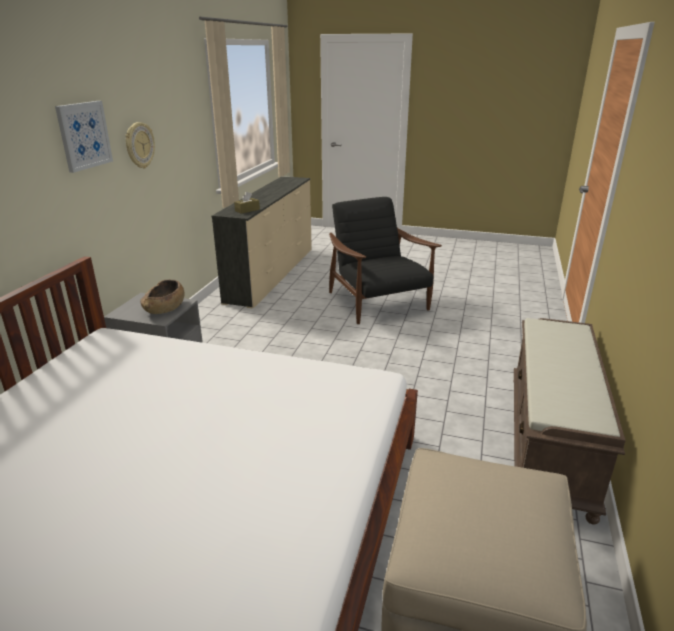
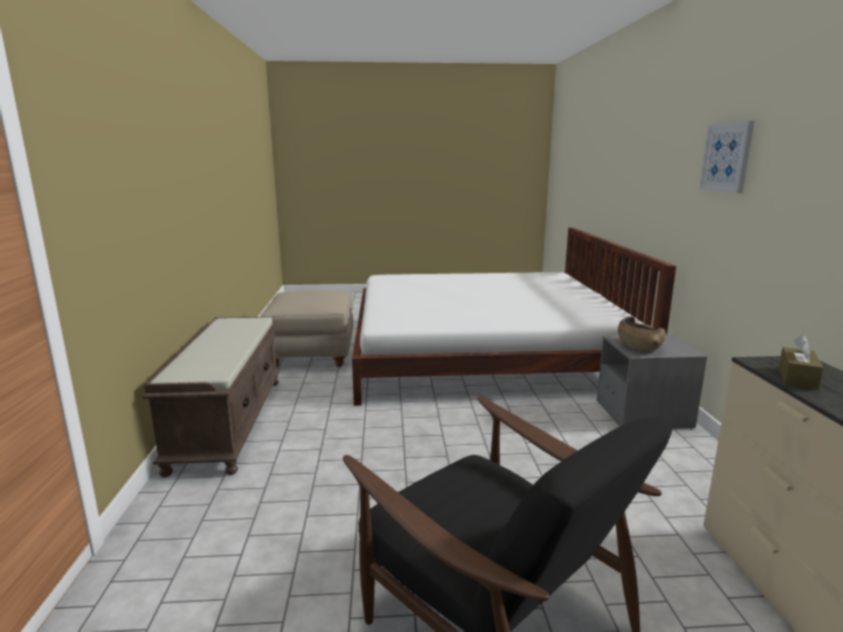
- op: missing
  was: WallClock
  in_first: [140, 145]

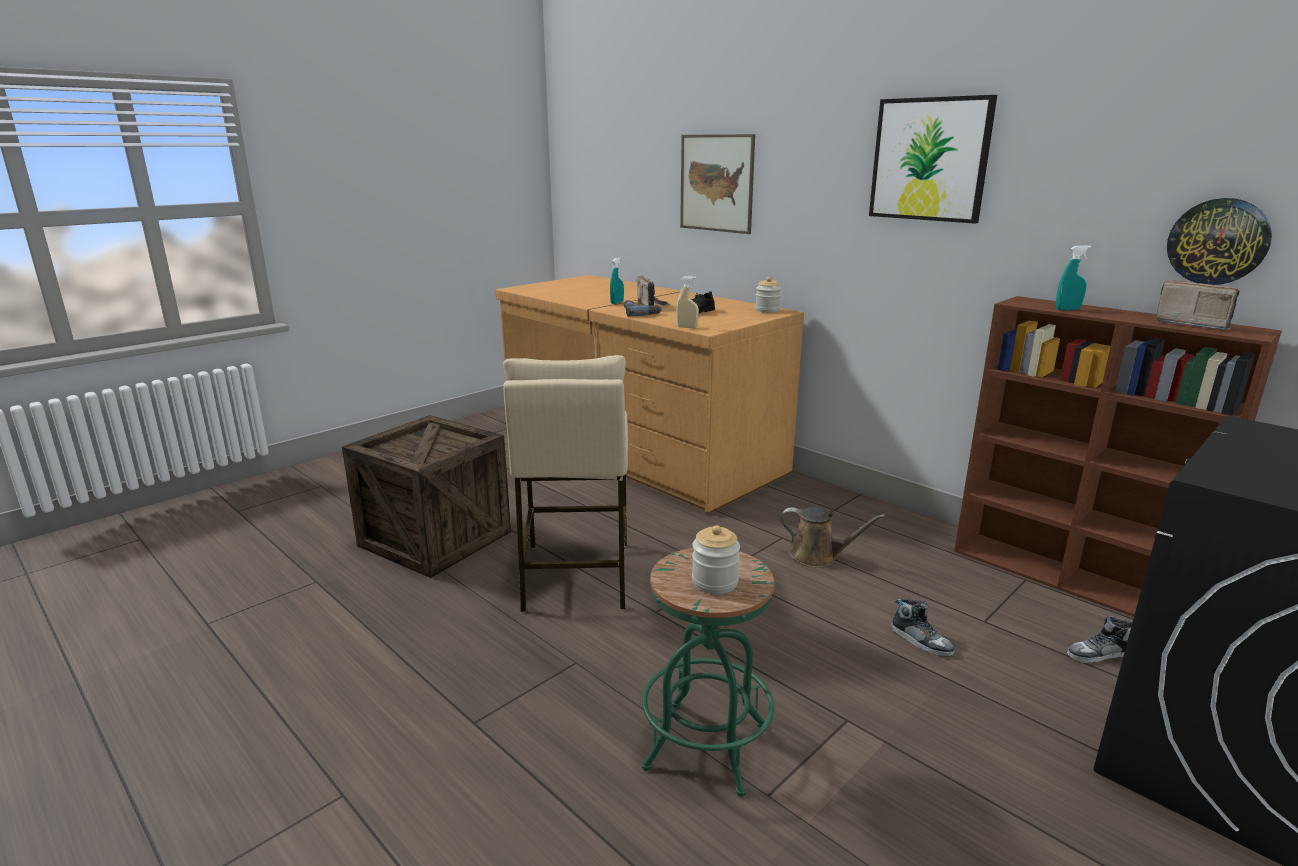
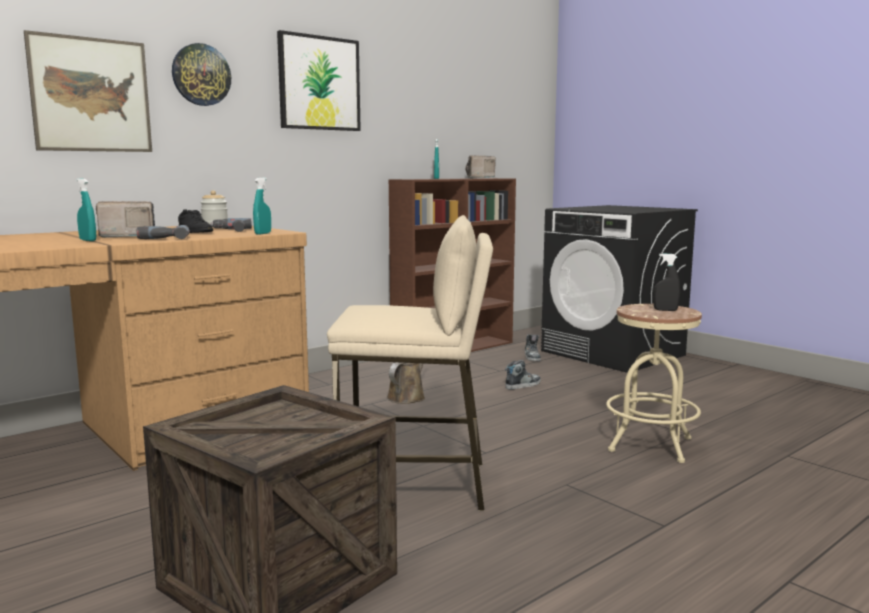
- op: colour
  was: GreenishSittingStool
  now: SandColouredSittingStool
  in_first: [708, 672]
  in_second: [654, 383]
- op: colour
  was: SandColouredSprayer
  now: TurquoiseColouredSprayer
  in_first: [687, 302]
  in_second: [262, 206]
- op: exchanged
  was: PreserveJar
  now: BlackishSprayer
  in_first: [716, 559]
  in_second: [667, 282]
- op: relocated
  was: WallClock
  in_first: [1219, 241]
  in_second: [201, 74]
- op: appeared
  now: Drill
  in_second: [231, 225]

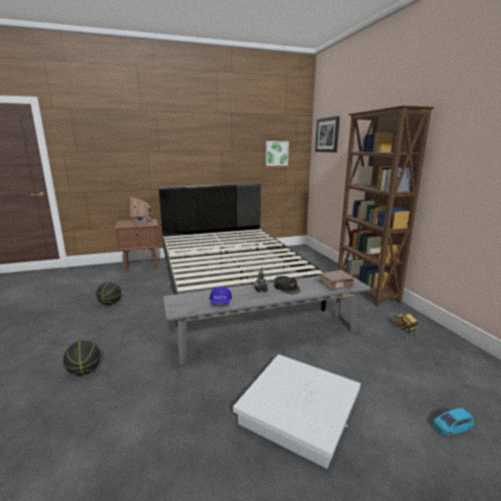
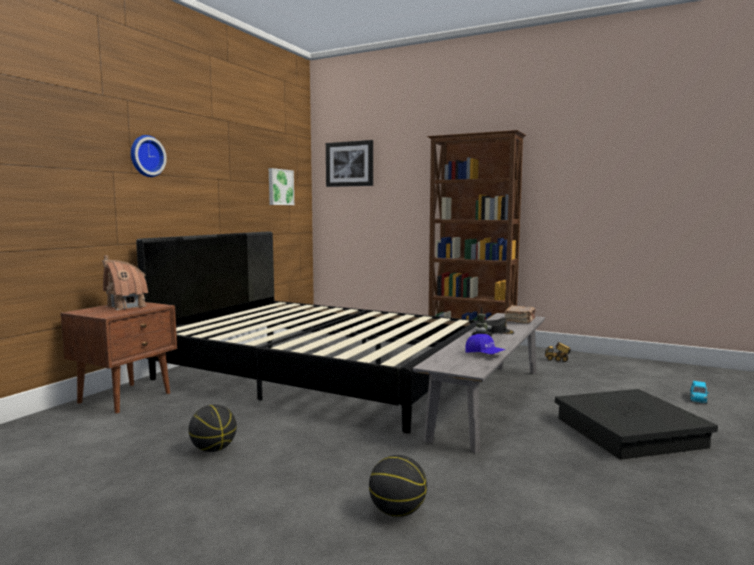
- op: colour
  was: WhiteColouredStorageBox
  now: BlackishStorageBox
  in_first: [297, 411]
  in_second: [636, 424]
- op: appeared
  now: WallClock
  in_second: [149, 156]

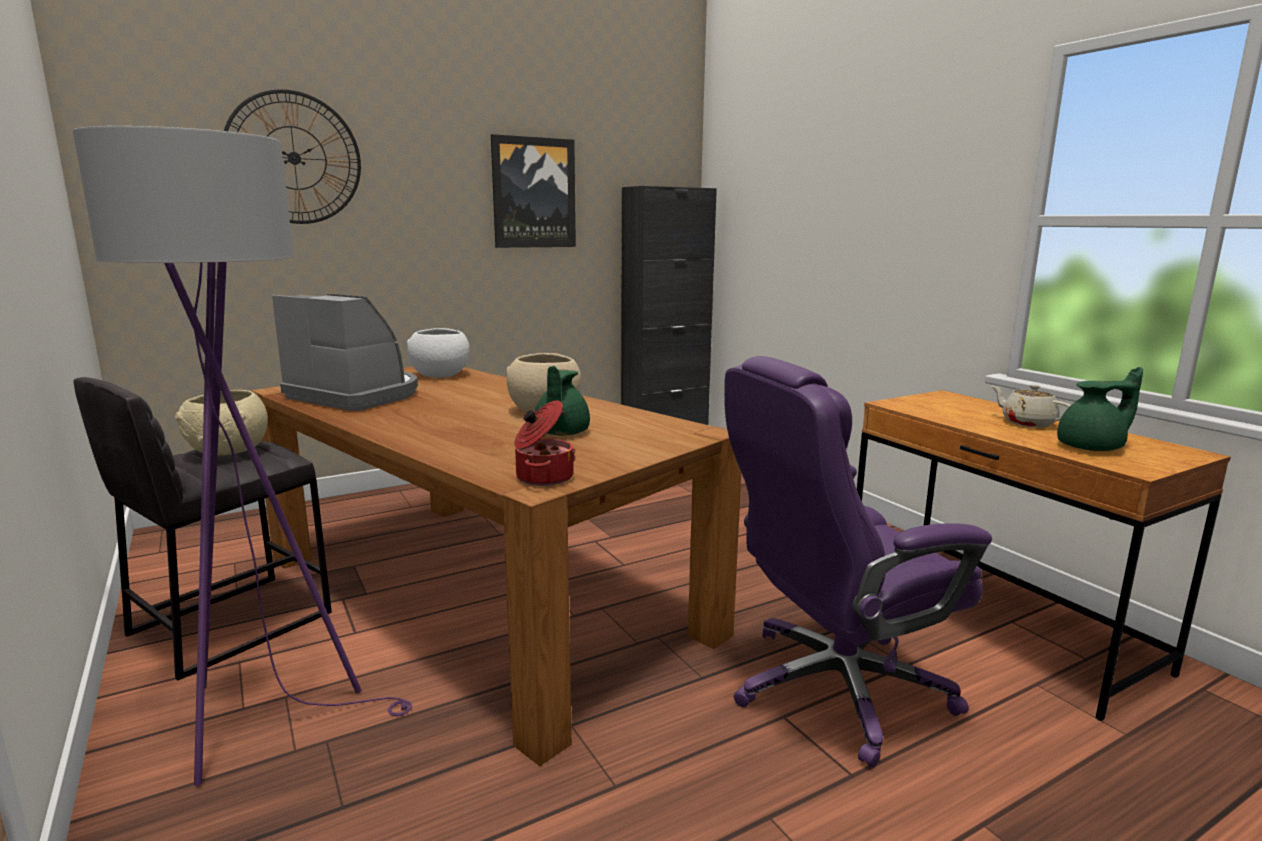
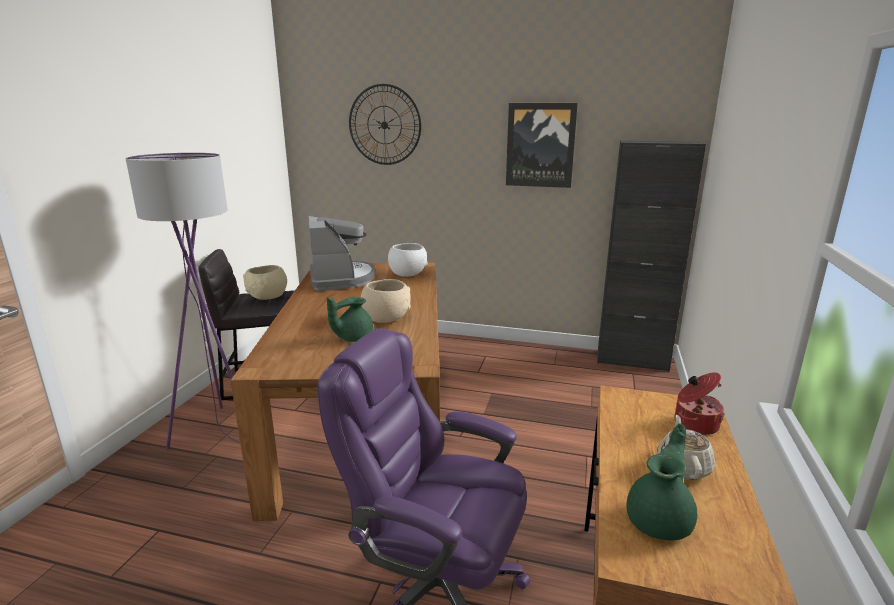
- op: relocated
  was: Stockpot
  in_first: [545, 443]
  in_second: [699, 403]
- op: spun
  was: GreenishPotForTea
  in_first: [1100, 409]
  in_second: [661, 481]
  clockwise: -90

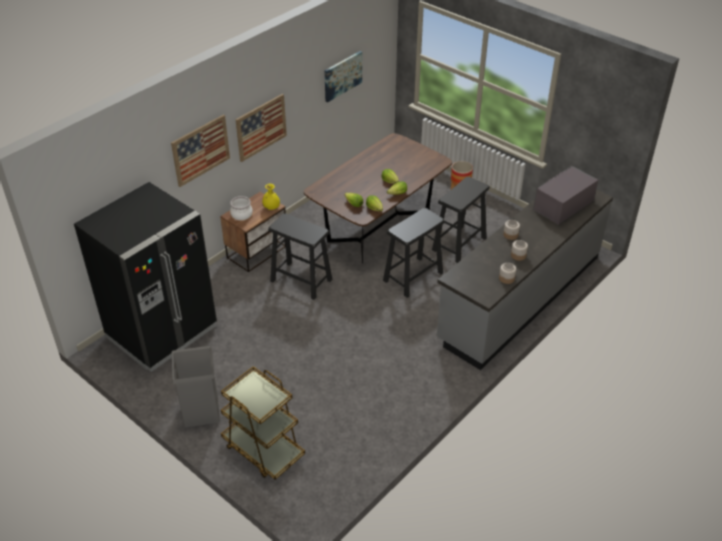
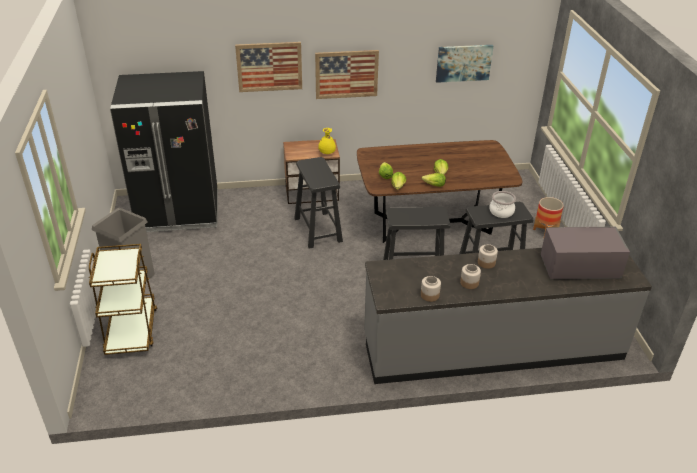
- op: relocated
  was: Stockpot
  in_first: [241, 208]
  in_second: [502, 204]

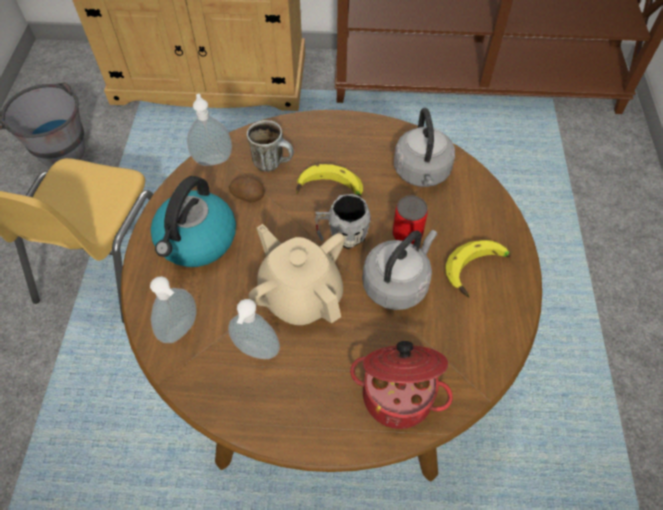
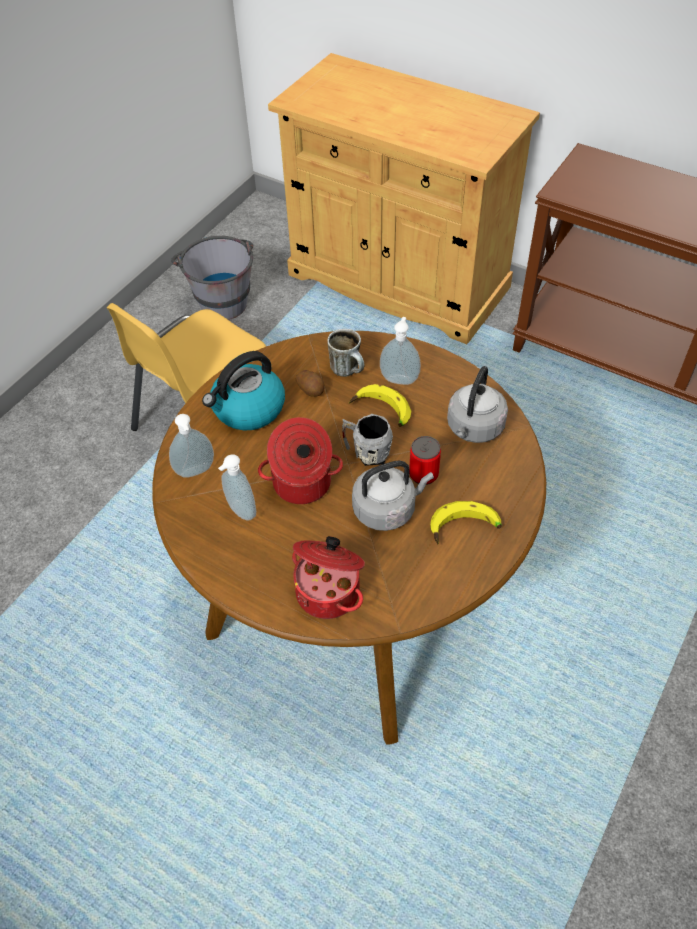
- op: relocated
  was: SoapDispenser
  in_first: [209, 130]
  in_second: [400, 351]
- op: exchanged
  was: SandColouredPotForTea
  now: Stockpot
  in_first: [297, 274]
  in_second: [300, 460]

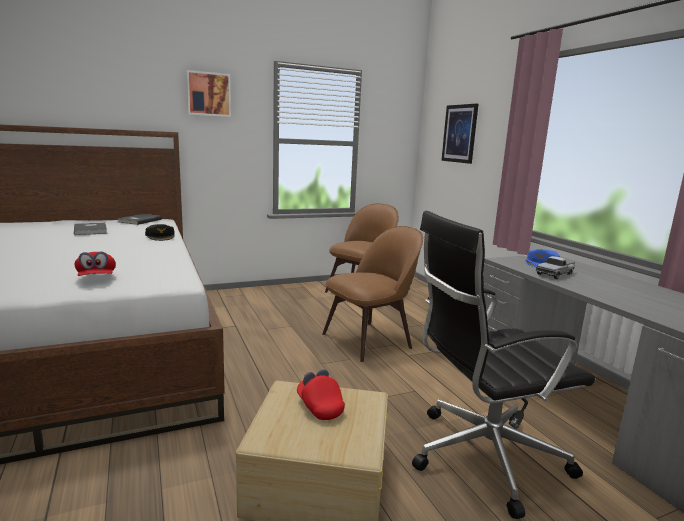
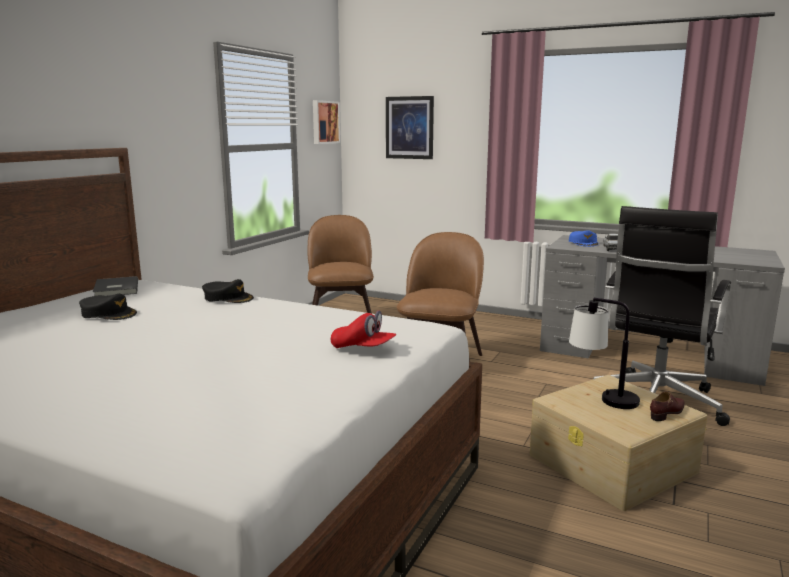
- op: exchanged
  was: GrayVolume
  now: BlackishPeakedCap
  in_first: [90, 228]
  in_second: [108, 307]
- op: relocated
  was: Picture
  in_first: [208, 93]
  in_second: [326, 122]
- op: exchanged
  was: RedPeakedCap
  now: LampForATable
  in_first: [321, 394]
  in_second: [604, 353]
- op: appeared
  now: BrownShoe
  in_second: [667, 406]

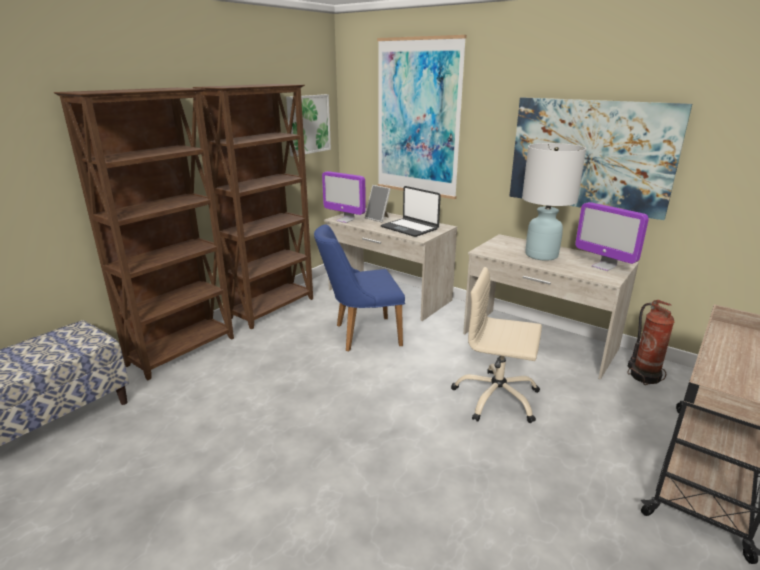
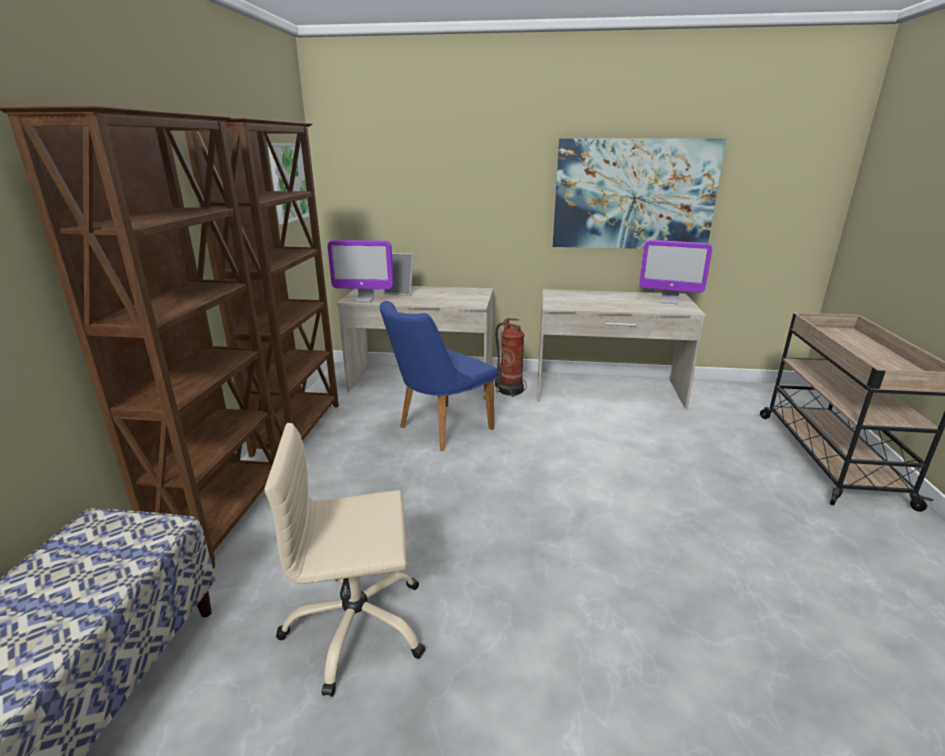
- op: missing
  was: Picture
  in_first: [422, 117]
- op: missing
  was: NotebookComputer
  in_first: [411, 211]
- op: relocated
  was: SandColouredComputerChair
  in_first: [496, 345]
  in_second: [345, 560]
- op: missing
  was: WhiteColouredLampForATable
  in_first: [554, 202]
- op: relocated
  was: FireExtinguisher
  in_first: [651, 342]
  in_second: [511, 357]

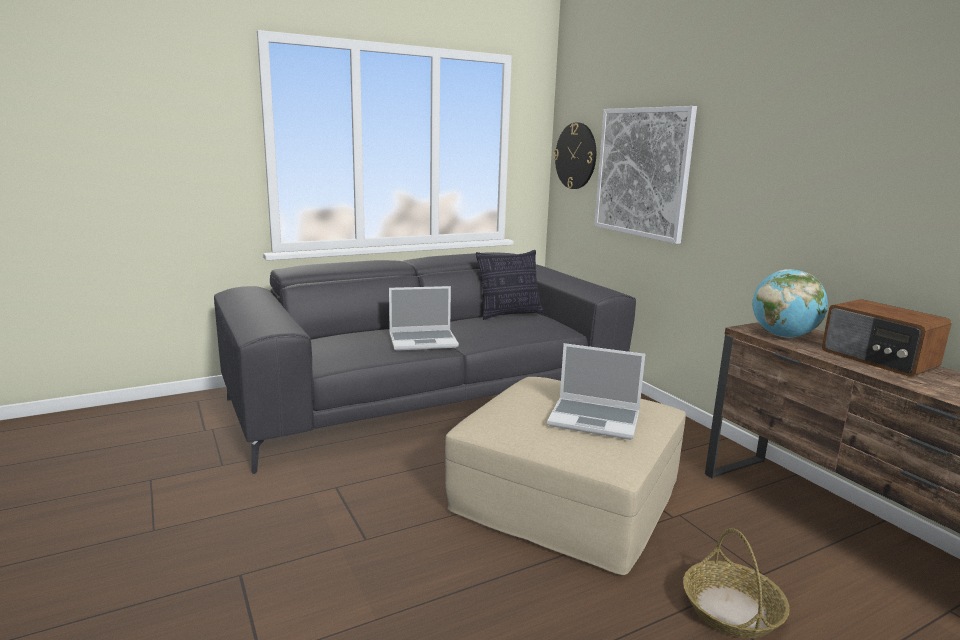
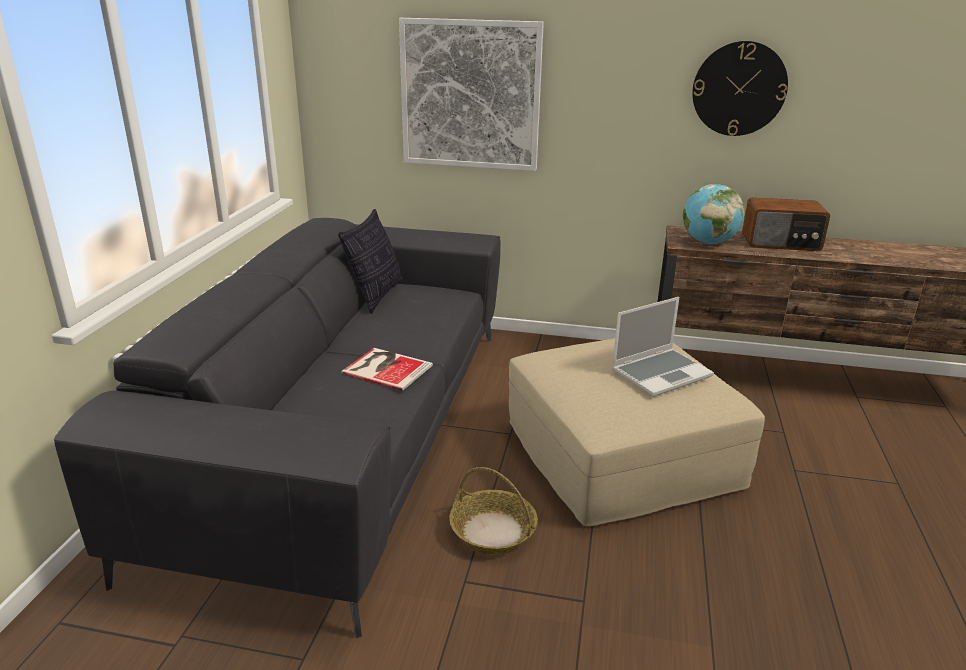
- op: exchanged
  was: NotebookComputer
  now: Volume
  in_first: [424, 318]
  in_second: [387, 369]
- op: relocated
  was: WallClock
  in_first: [575, 155]
  in_second: [740, 88]
- op: relocated
  was: StorageBasket
  in_first: [736, 583]
  in_second: [493, 511]

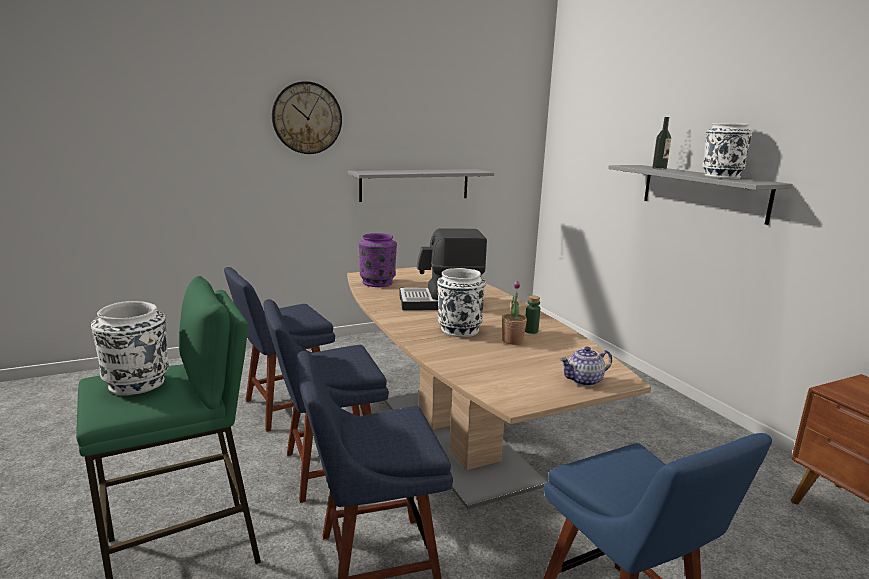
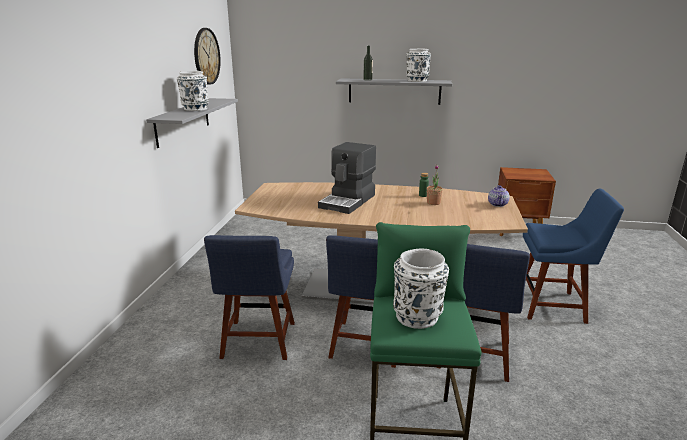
- op: relocated
  was: WallClock
  in_first: [307, 117]
  in_second: [207, 56]
- op: missing
  was: PurpleColouredVase
  in_first: [378, 260]
- op: relocated
  was: WhiteColouredVase
  in_first: [461, 302]
  in_second: [193, 91]

